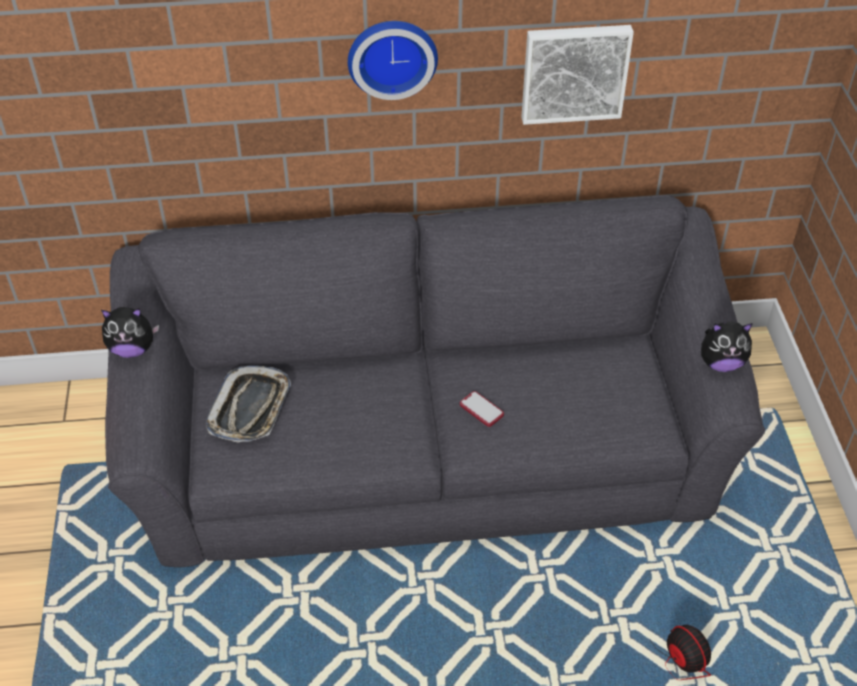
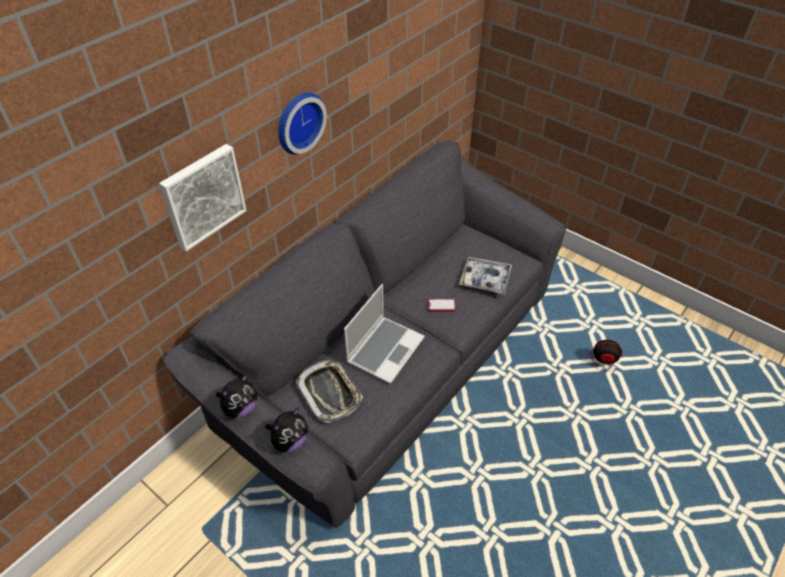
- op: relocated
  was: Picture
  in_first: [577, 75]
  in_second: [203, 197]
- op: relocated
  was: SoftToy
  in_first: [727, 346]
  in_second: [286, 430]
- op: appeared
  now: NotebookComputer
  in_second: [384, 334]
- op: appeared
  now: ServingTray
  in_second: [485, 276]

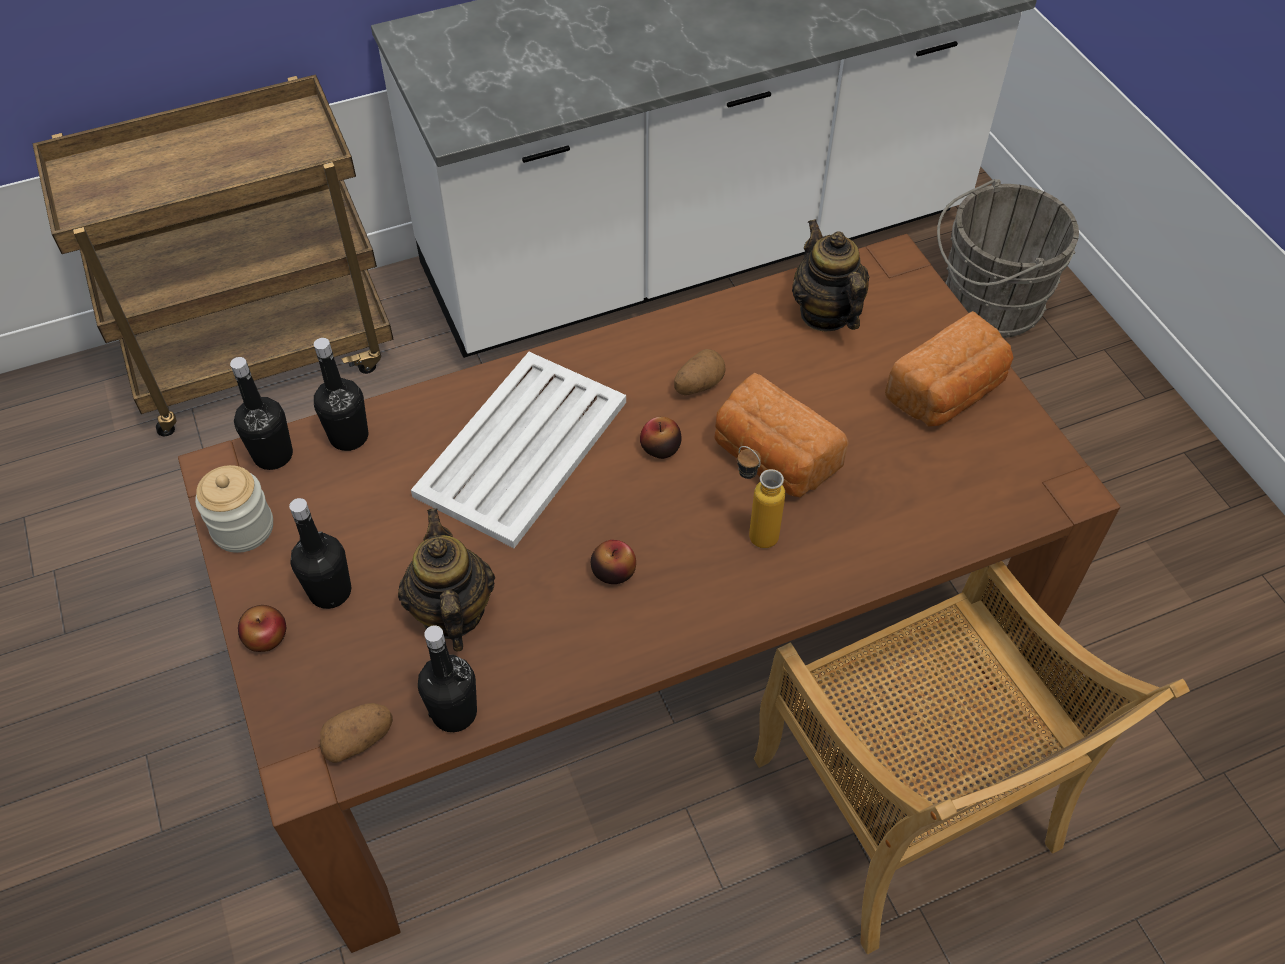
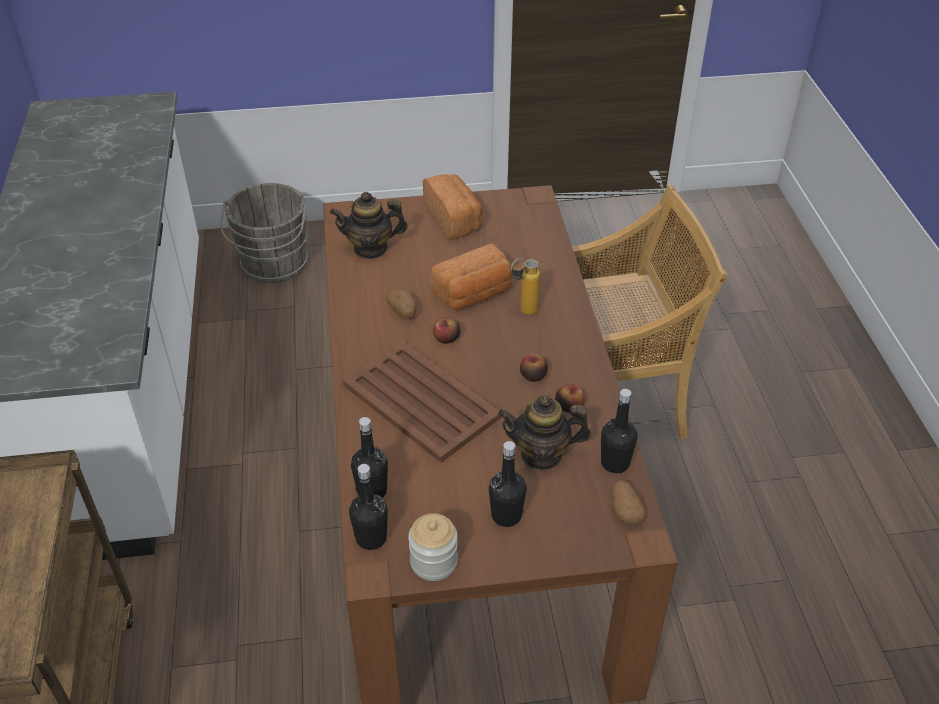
- op: relocated
  was: AppleFruit
  in_first: [262, 628]
  in_second: [570, 398]
- op: colour
  was: WhiteColouredServingTray
  now: BrownServingTray
  in_first: [518, 450]
  in_second: [422, 402]

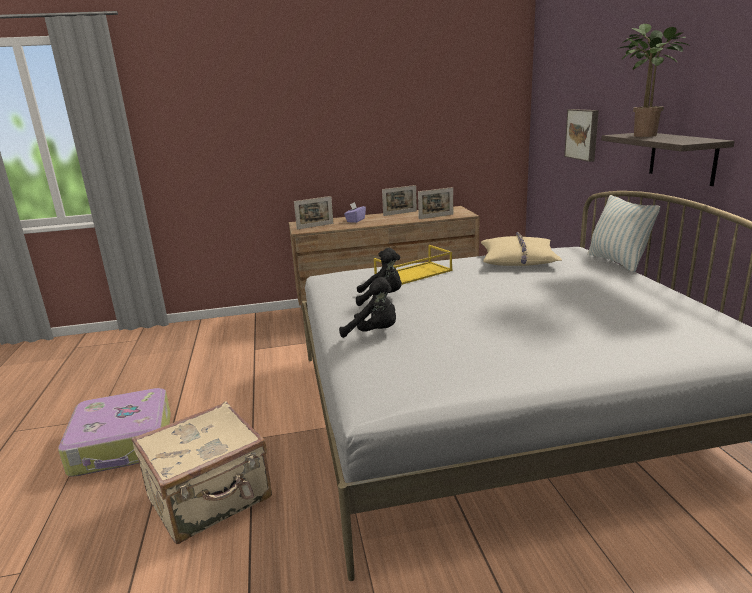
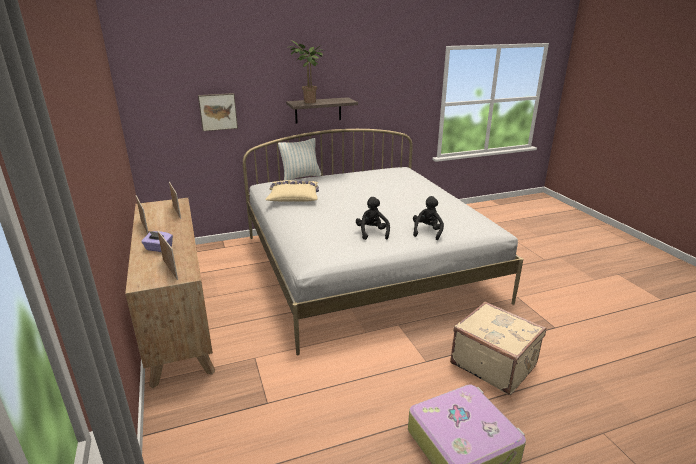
- op: missing
  was: YellowishServingTray
  in_first: [413, 265]

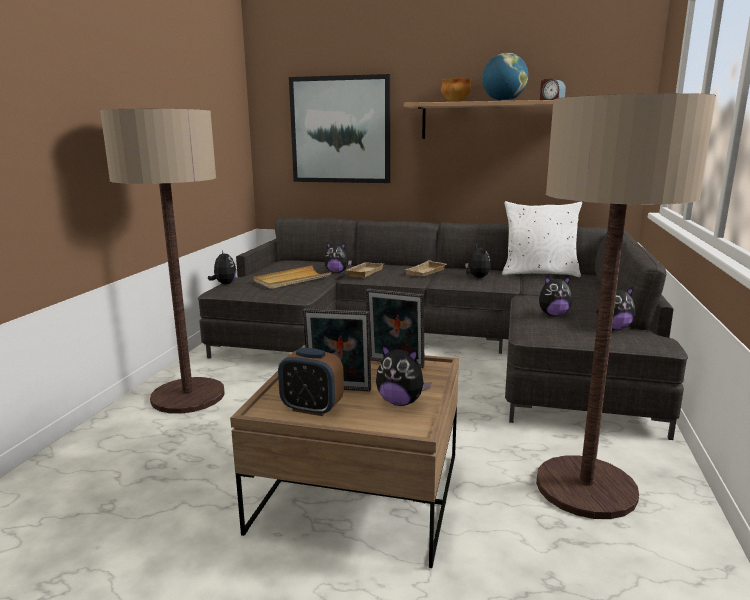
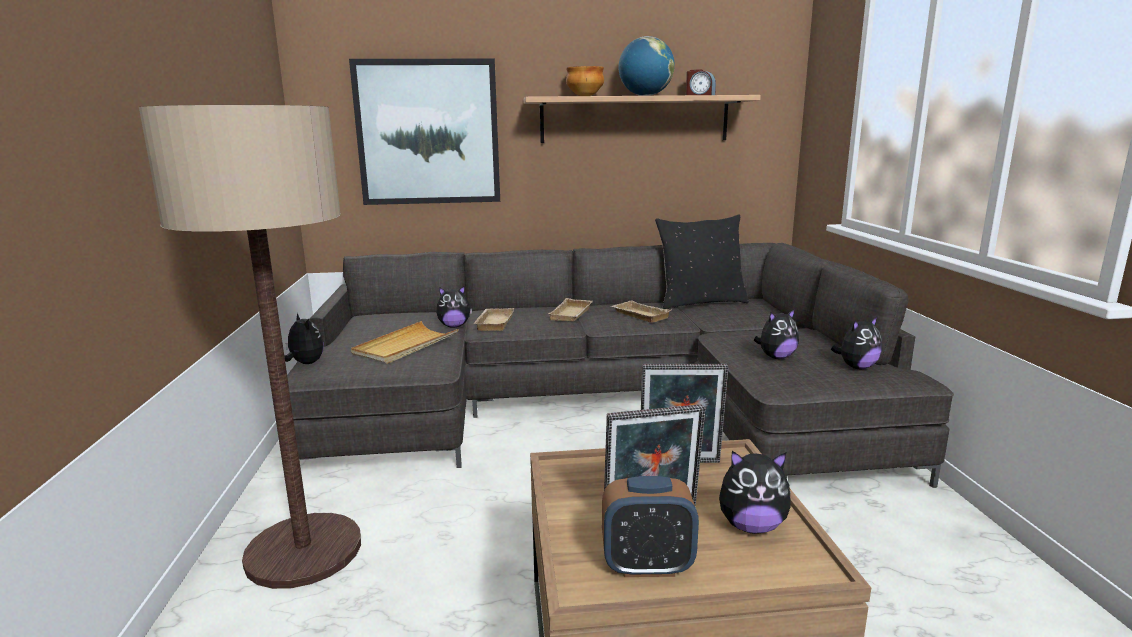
- op: exchanged
  was: SoftToy
  now: SandColouredServingTray
  in_first: [478, 261]
  in_second: [641, 311]
- op: colour
  was: WhiteColouredThrowPillow
  now: BlackishThrowPillow
  in_first: [542, 239]
  in_second: [702, 262]
- op: missing
  was: FloorLamp
  in_first: [626, 306]

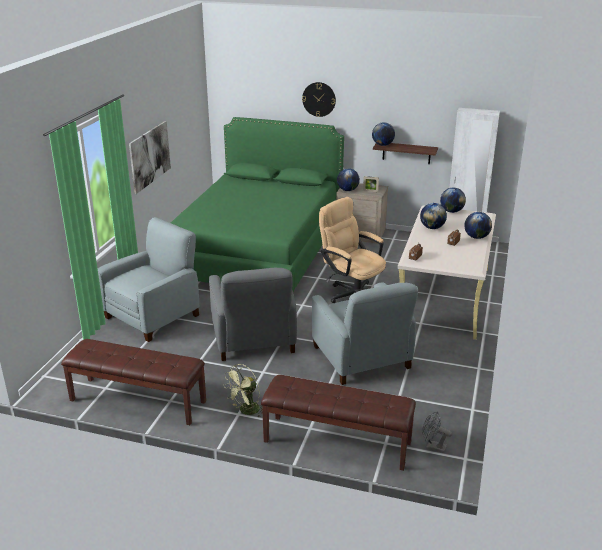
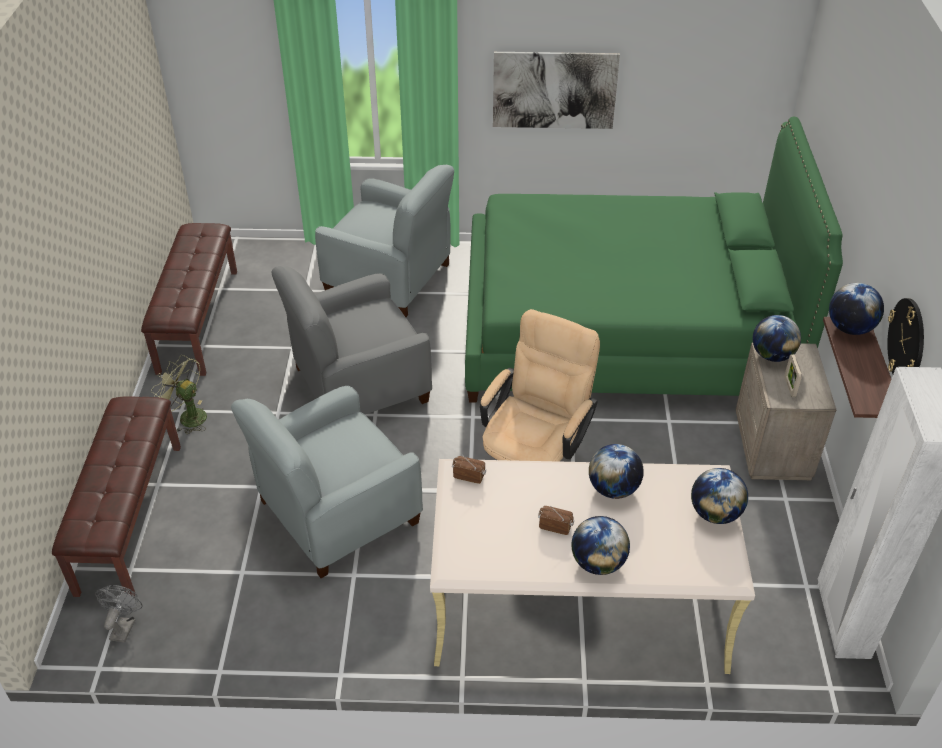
- op: relocated
  was: WallClock
  in_first: [319, 99]
  in_second: [905, 336]

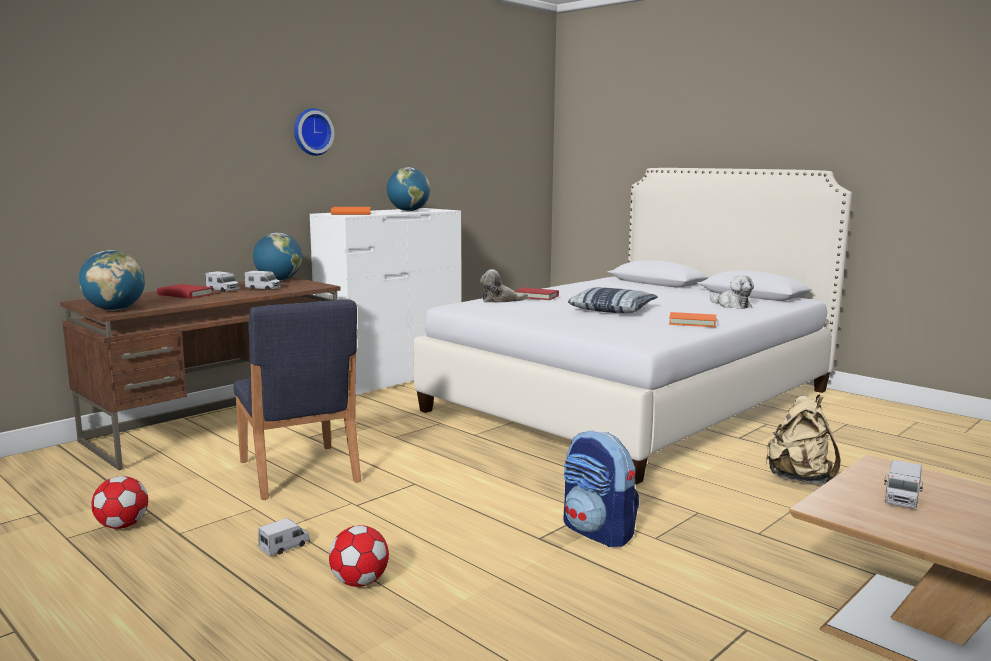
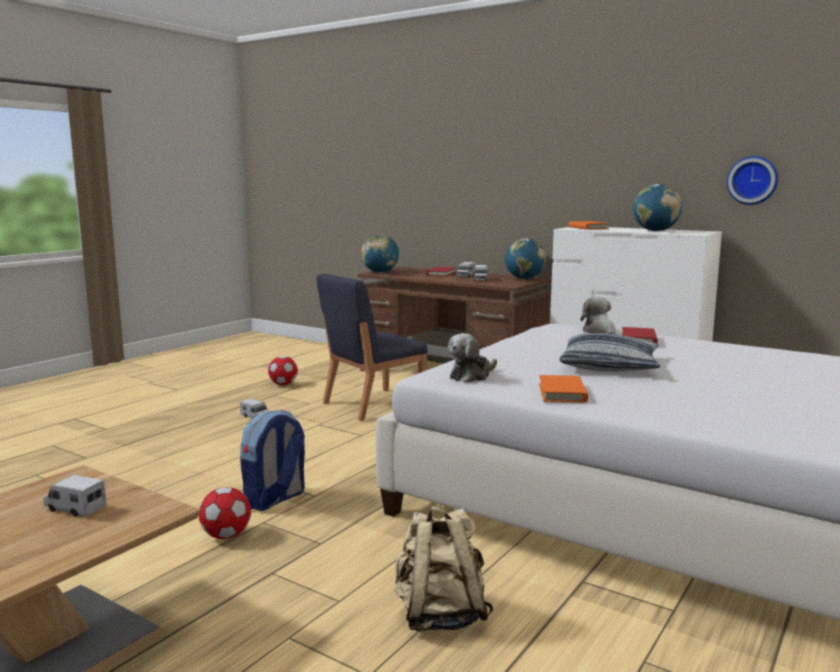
- op: relocated
  was: WallClock
  in_first: [314, 132]
  in_second: [752, 180]
- op: relocated
  was: BallForFootball
  in_first: [359, 556]
  in_second: [225, 513]
- op: relocated
  was: SoftToy
  in_first: [732, 292]
  in_second: [472, 358]

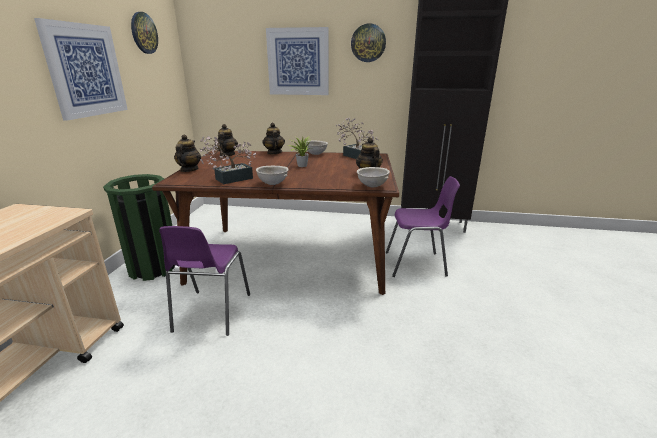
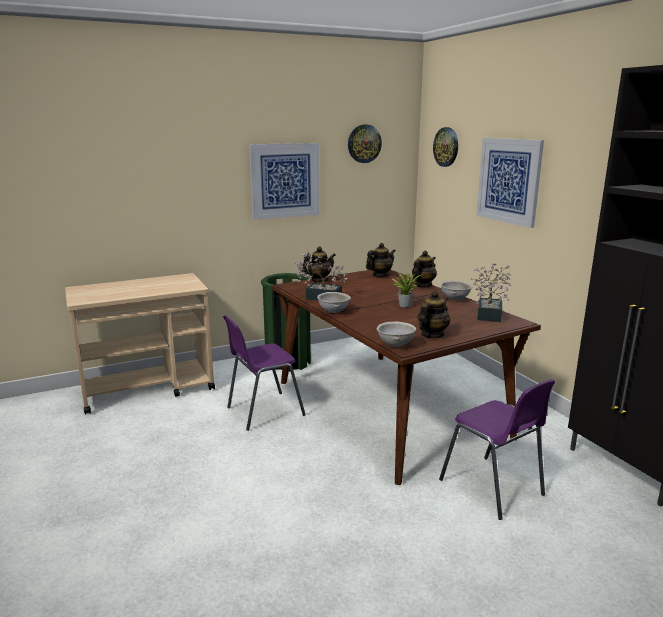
- op: relocated
  was: WallClock
  in_first: [368, 43]
  in_second: [445, 147]

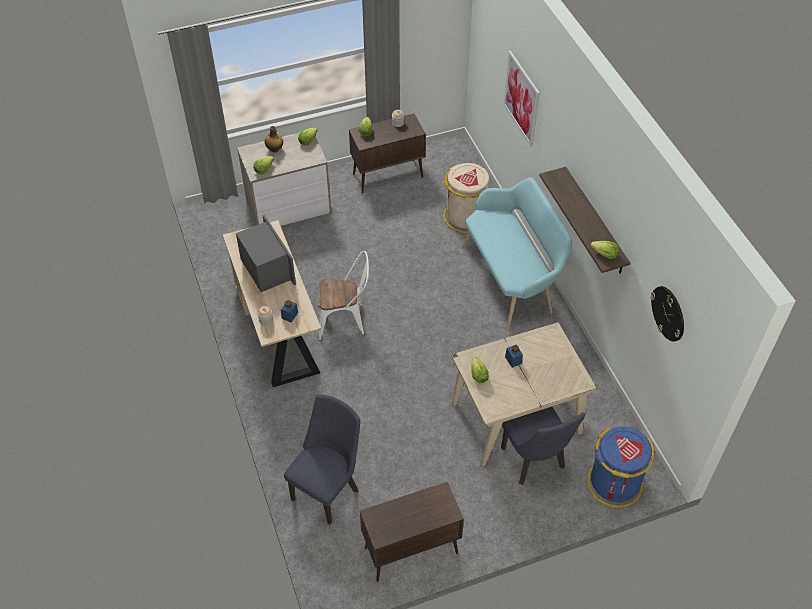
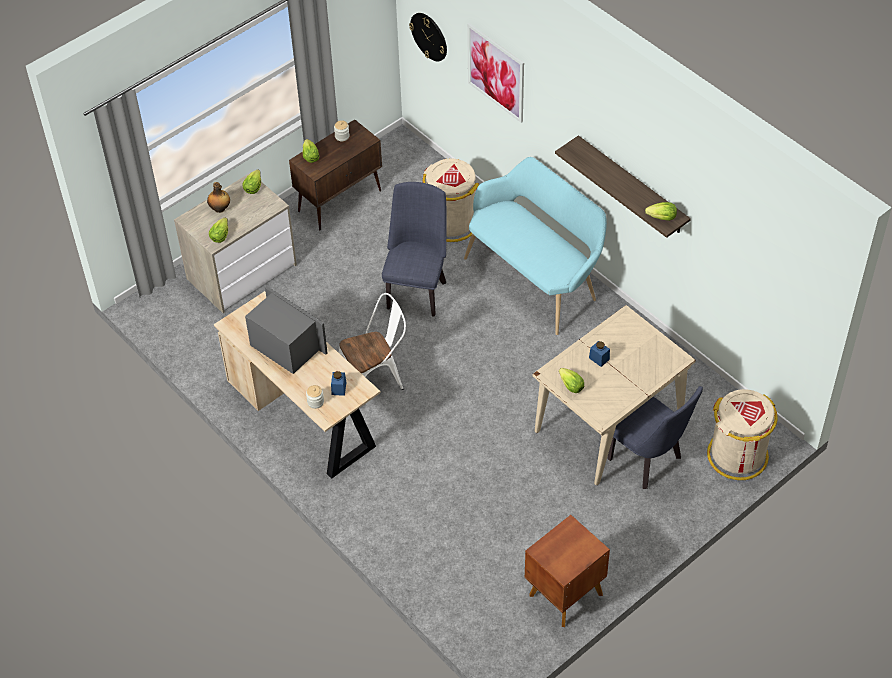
- op: relocated
  was: BlueColouredChair
  in_first: [322, 460]
  in_second: [414, 249]
- op: exchanged
  was: BrownStorageCabinet
  now: BrownNightstand
  in_first: [412, 532]
  in_second: [567, 571]
- op: colour
  was: BlueColouredRubbishBin
  now: SandColouredRubbishBin
  in_first: [621, 467]
  in_second: [742, 434]
- op: relocated
  was: WallClock
  in_first: [667, 314]
  in_second: [428, 37]

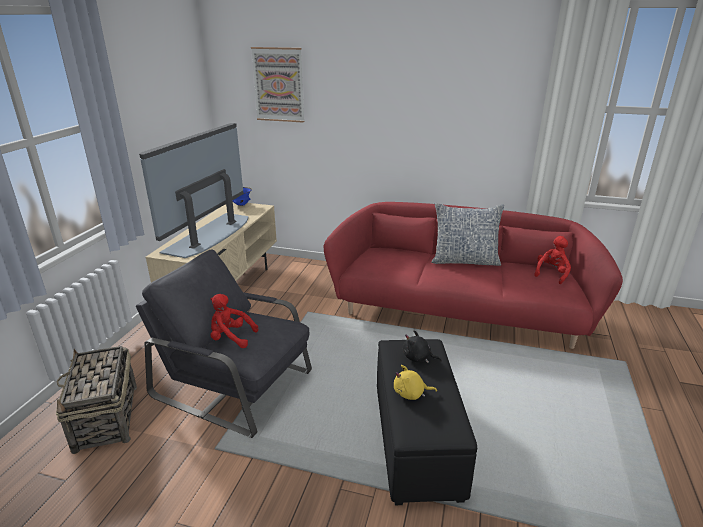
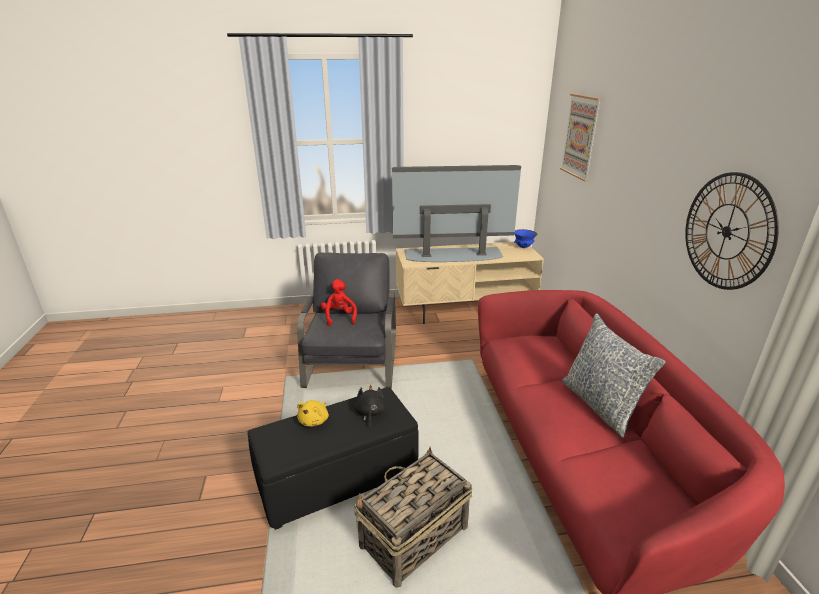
- op: relocated
  was: StorageBasket
  in_first: [96, 400]
  in_second: [413, 517]
- op: spun
  was: YellowishSoftToy
  in_first: [415, 382]
  in_second: [313, 413]
  clockwise: -135
- op: missing
  was: RedSoftToy
  in_first: [552, 260]
- op: appeared
  now: WallClock
  in_second: [732, 231]

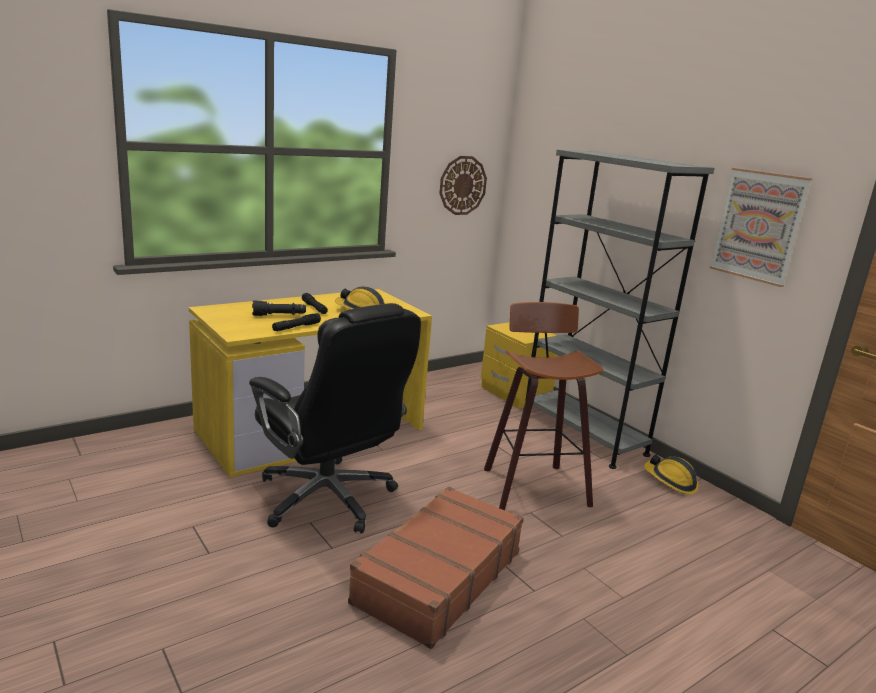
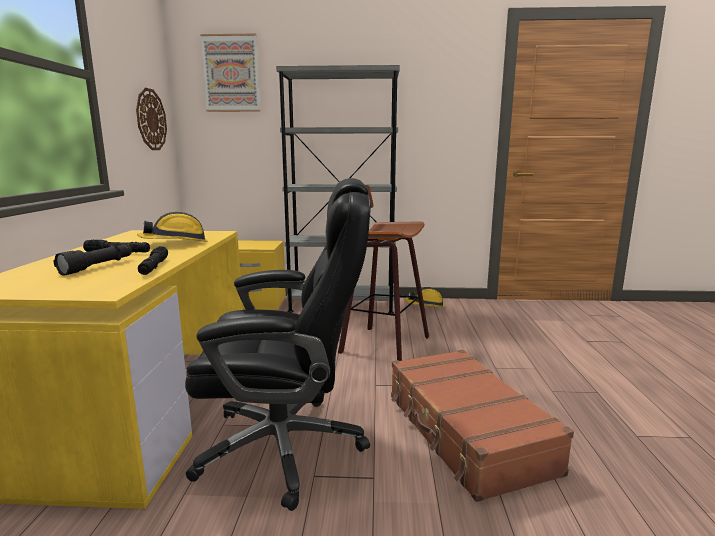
- op: relocated
  was: Picture
  in_first: [761, 227]
  in_second: [230, 73]

